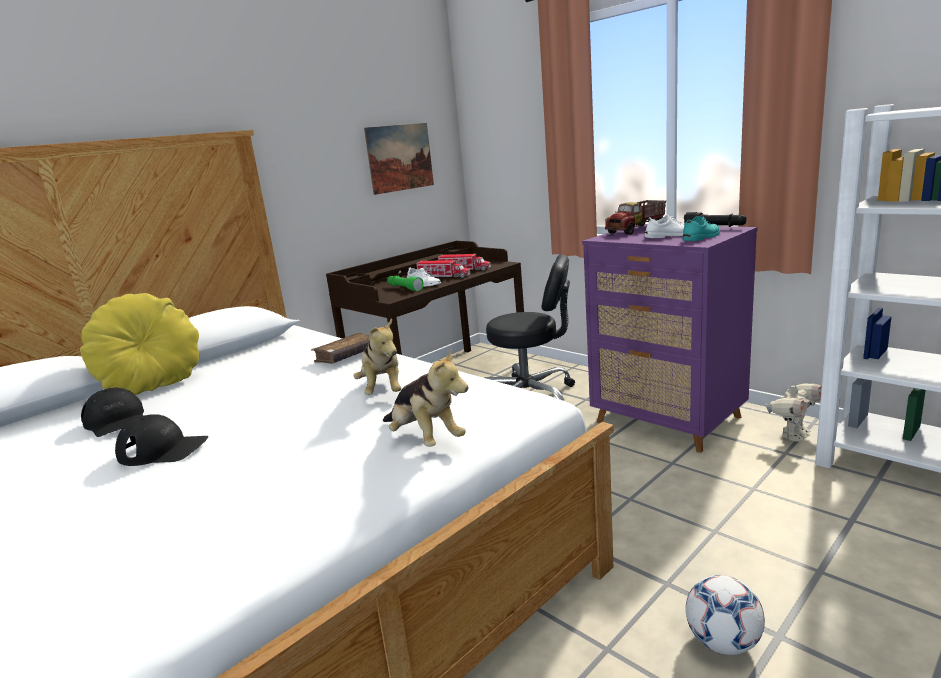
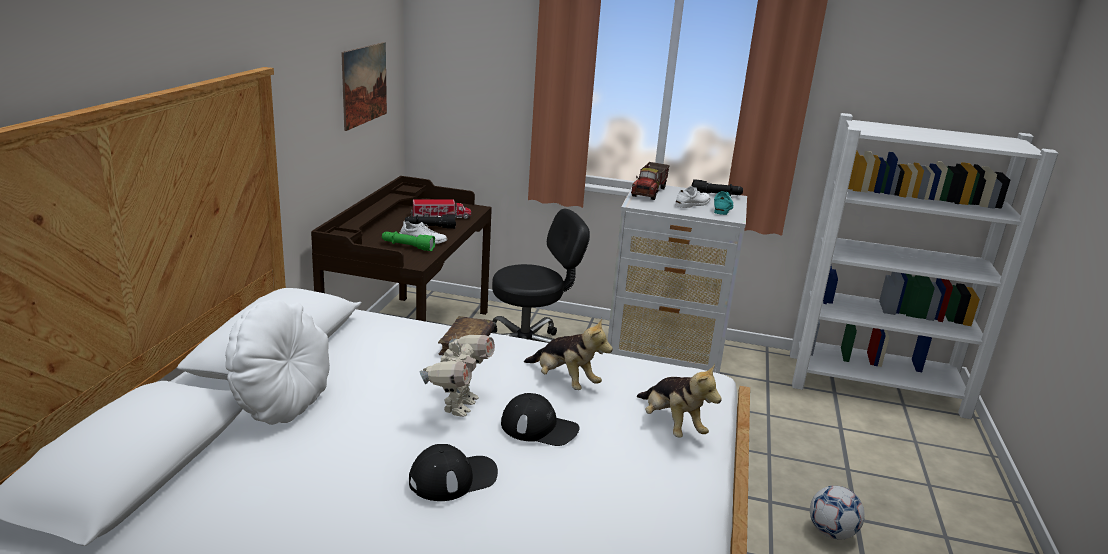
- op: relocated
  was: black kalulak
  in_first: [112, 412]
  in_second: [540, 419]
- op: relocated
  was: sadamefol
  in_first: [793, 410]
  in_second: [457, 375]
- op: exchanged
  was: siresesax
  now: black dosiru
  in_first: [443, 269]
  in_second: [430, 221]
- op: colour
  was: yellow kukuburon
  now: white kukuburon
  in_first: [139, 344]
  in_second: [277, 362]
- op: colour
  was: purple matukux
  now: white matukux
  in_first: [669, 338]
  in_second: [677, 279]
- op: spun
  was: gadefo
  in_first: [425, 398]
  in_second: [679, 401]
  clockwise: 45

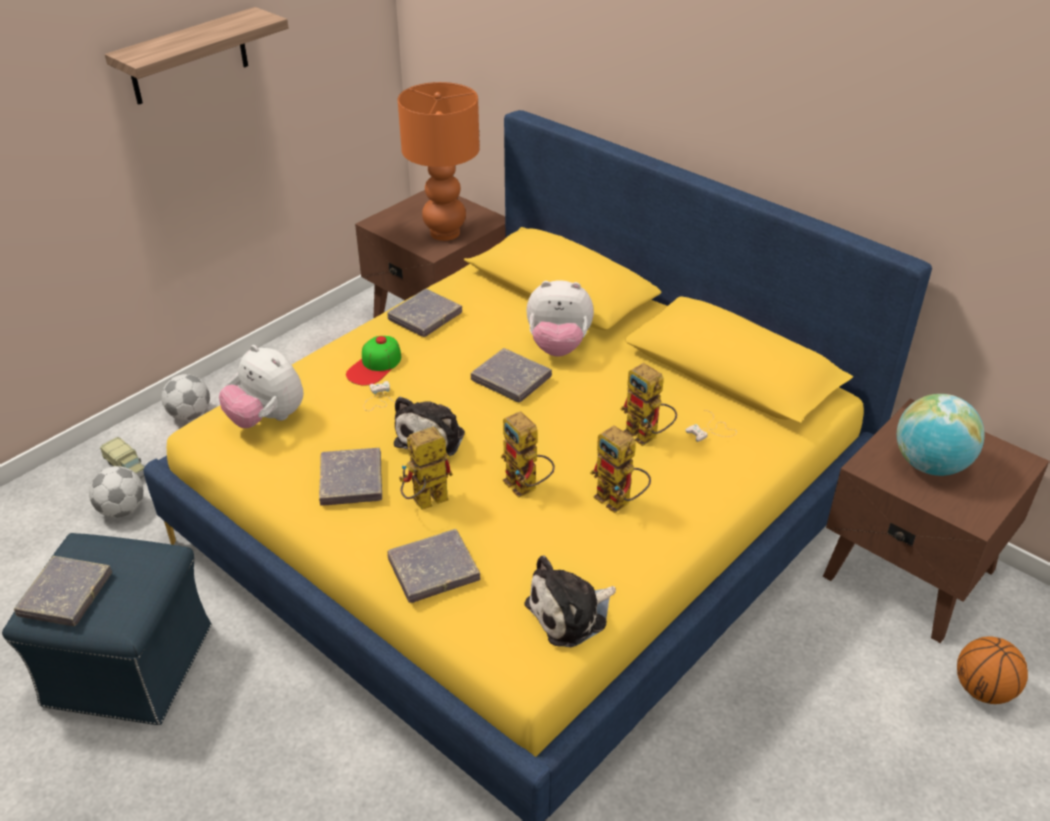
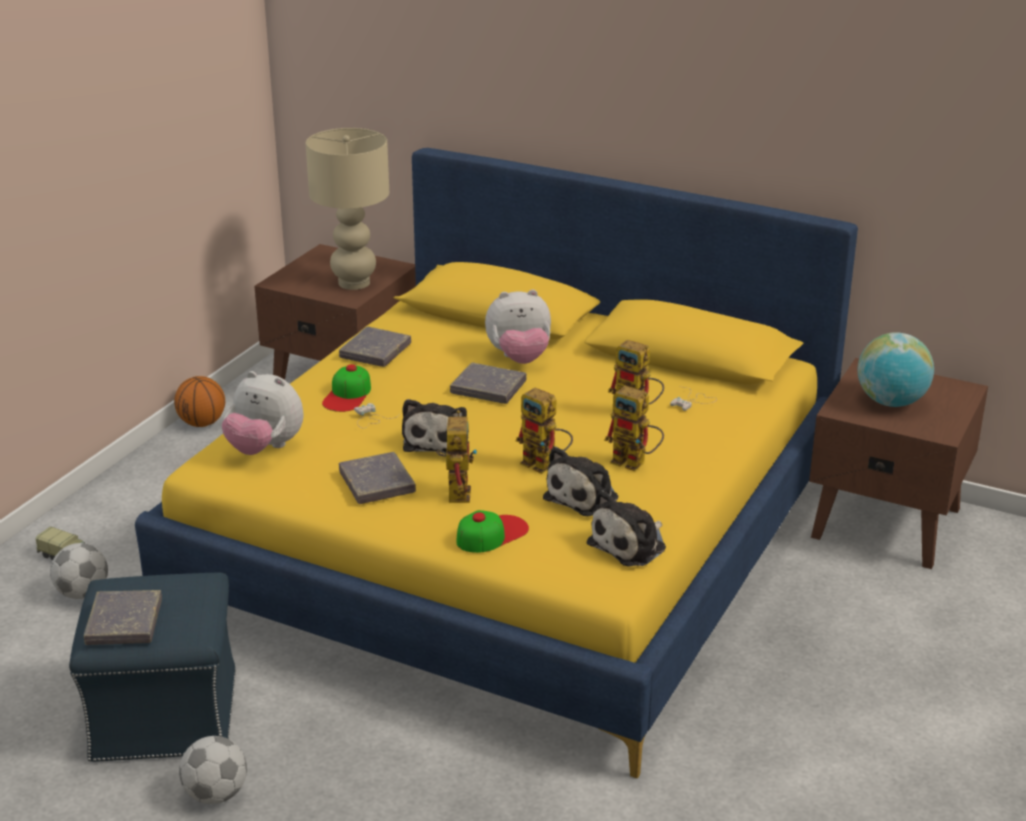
- op: missing
  was: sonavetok
  in_first: [196, 56]
- op: appeared
  now: gadefo
  in_second: [580, 481]
- op: relocated
  was: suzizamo
  in_first: [185, 397]
  in_second: [213, 770]
- op: relocated
  was: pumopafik
  in_first: [992, 670]
  in_second: [199, 401]
- op: exchanged
  was: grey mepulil
  now: kalulak
  in_first: [433, 566]
  in_second: [492, 531]
- op: colour
  was: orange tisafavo
  now: beige tisafavo
  in_first: [439, 161]
  in_second: [347, 209]
- op: spun
  was: sadamefol
  in_first: [426, 468]
  in_second: [456, 456]
  clockwise: 135

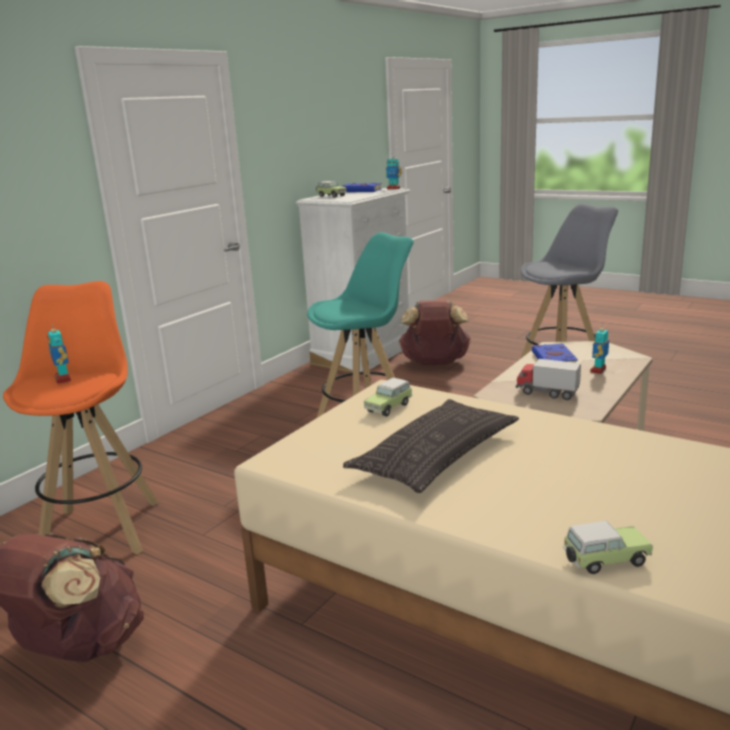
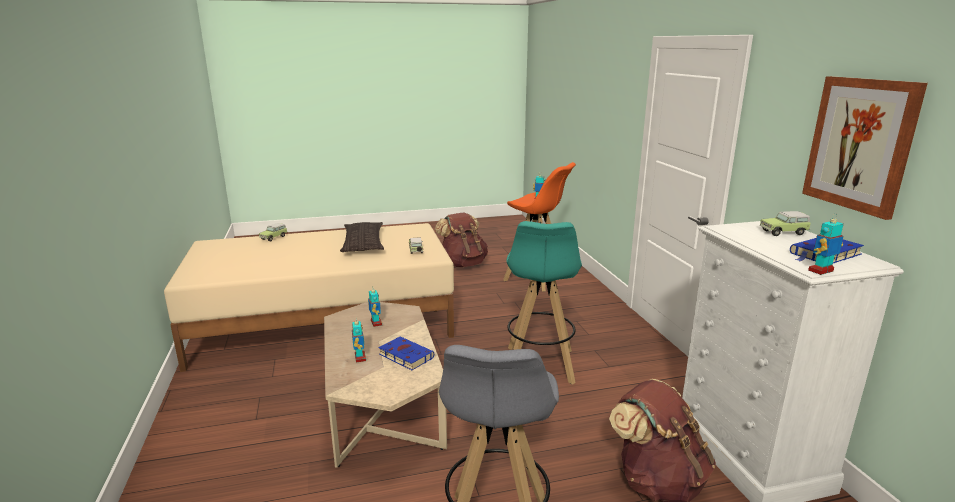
- op: appeared
  now: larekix
  in_second: [865, 148]
- op: exchanged
  was: siresesax
  now: sadamefol
  in_first: [548, 379]
  in_second: [375, 307]

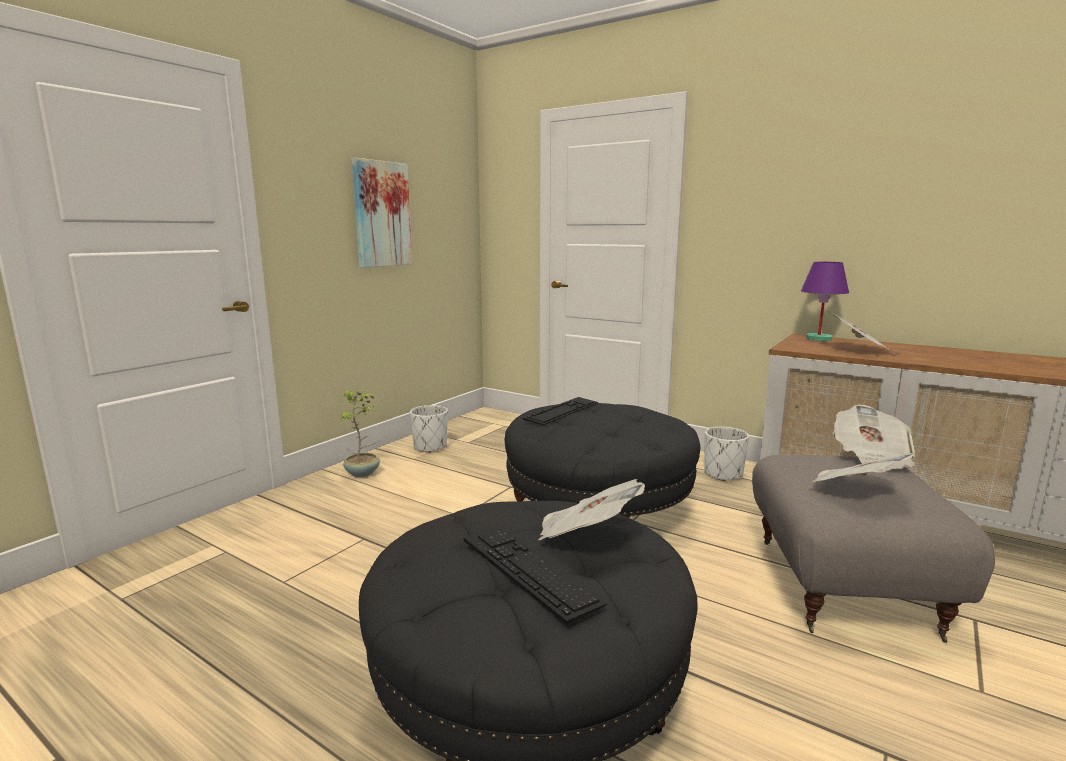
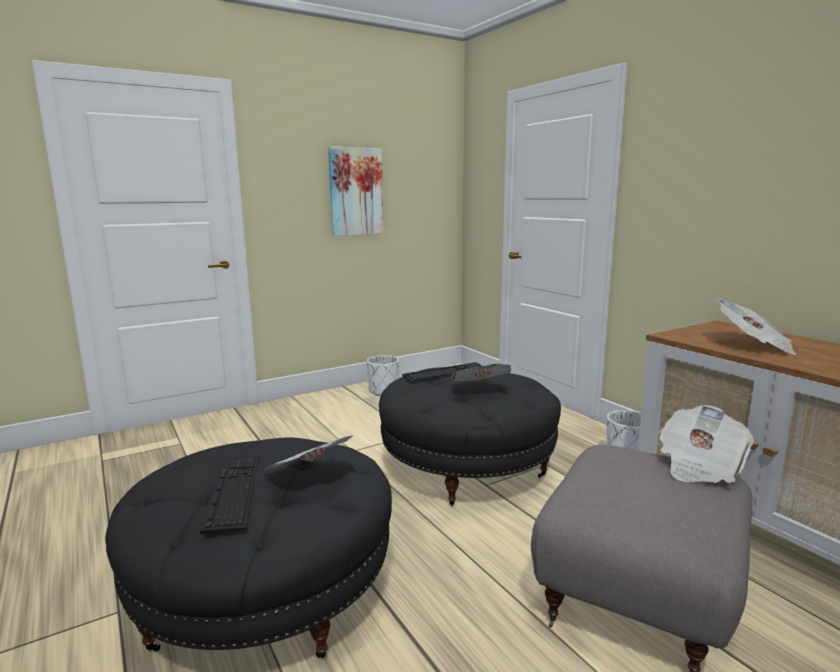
- op: missing
  was: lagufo
  in_first: [359, 433]
- op: missing
  was: purple tisafavo
  in_first: [825, 301]
- op: relocated
  was: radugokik
  in_first: [862, 468]
  in_second: [481, 372]

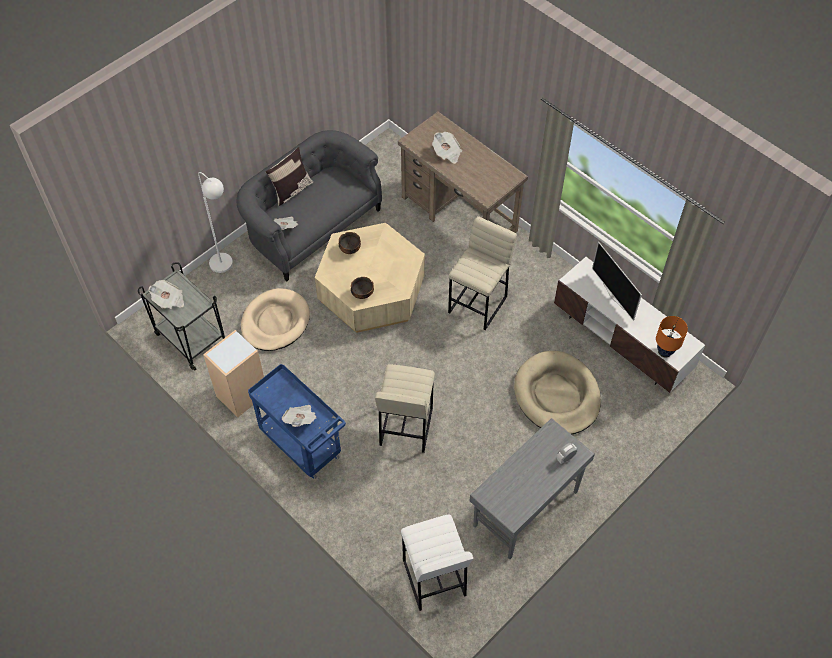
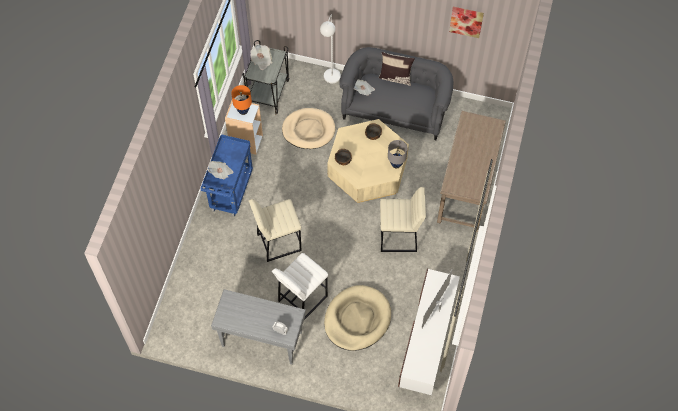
- op: missing
  was: radugokik
  in_first: [447, 148]
- op: appeared
  now: grey tisafavo
  in_second: [398, 154]
- op: appeared
  now: larekix
  in_second: [466, 22]
- op: relocated
  was: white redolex
  in_first: [437, 562]
  in_second: [300, 286]
- op: relocated
  was: orange tisafavo
  in_first: [672, 337]
  in_second: [241, 100]

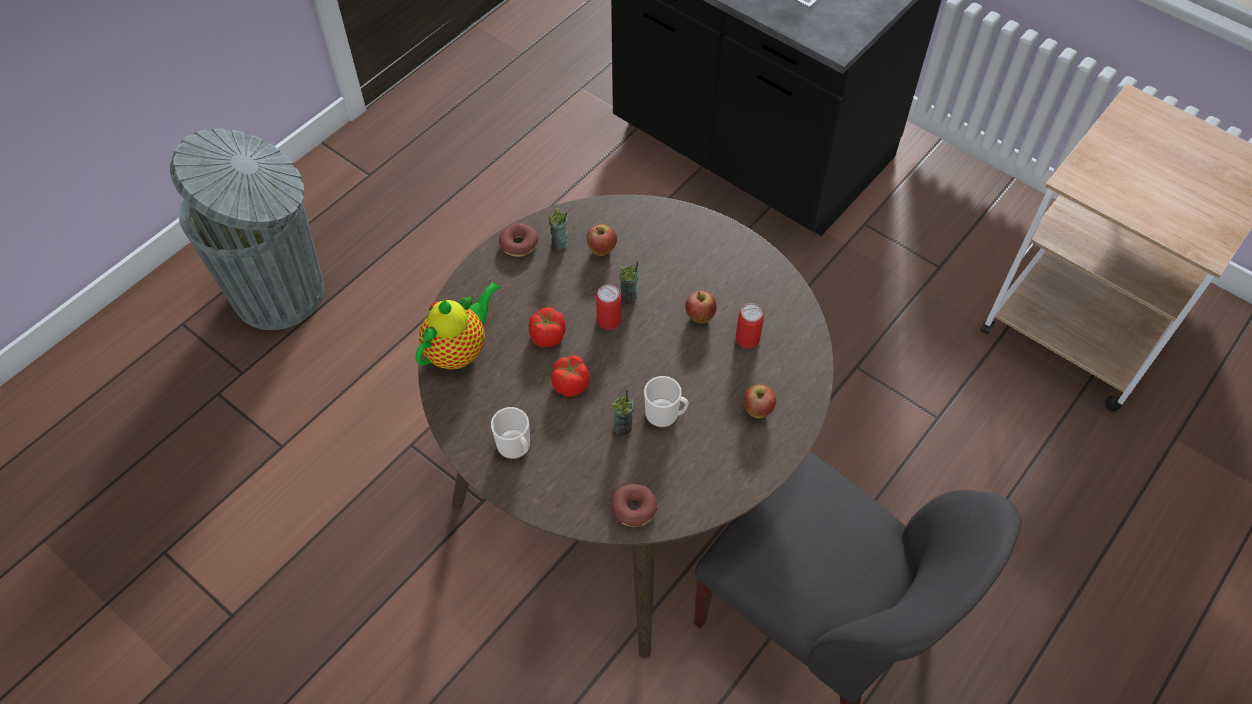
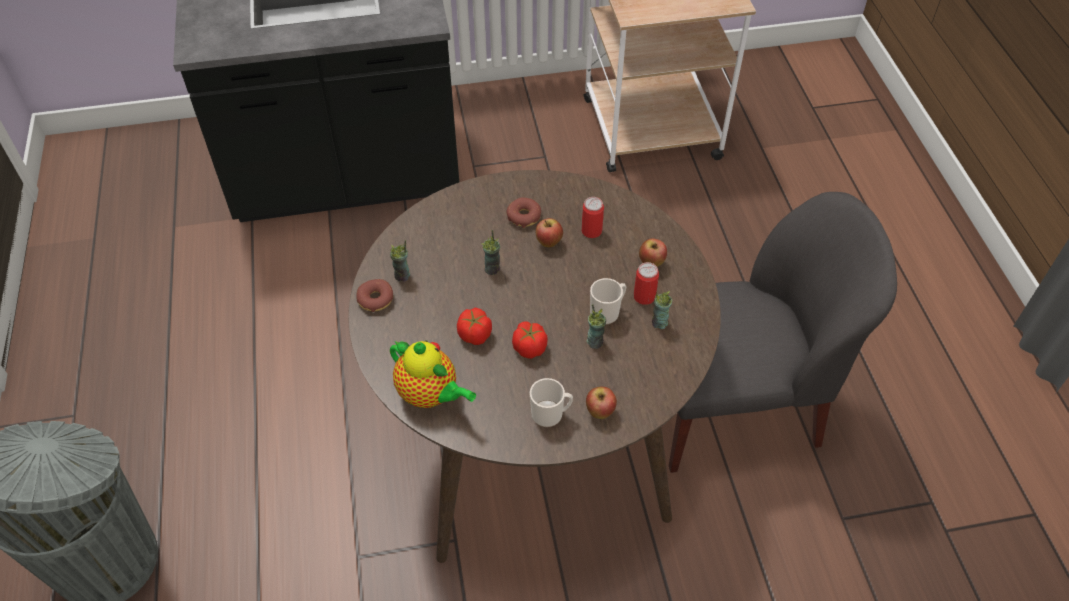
- op: appeared
  now: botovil
  in_second: [662, 310]
- op: relocated
  was: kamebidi
  in_first: [602, 240]
  in_second: [601, 403]
- op: relocated
  was: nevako
  in_first: [608, 307]
  in_second: [646, 283]
- op: relocated
  was: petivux
  in_first: [634, 505]
  in_second: [524, 212]
- op: spun
  was: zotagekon
  in_first: [458, 325]
  in_second: [433, 374]
  clockwise: 135

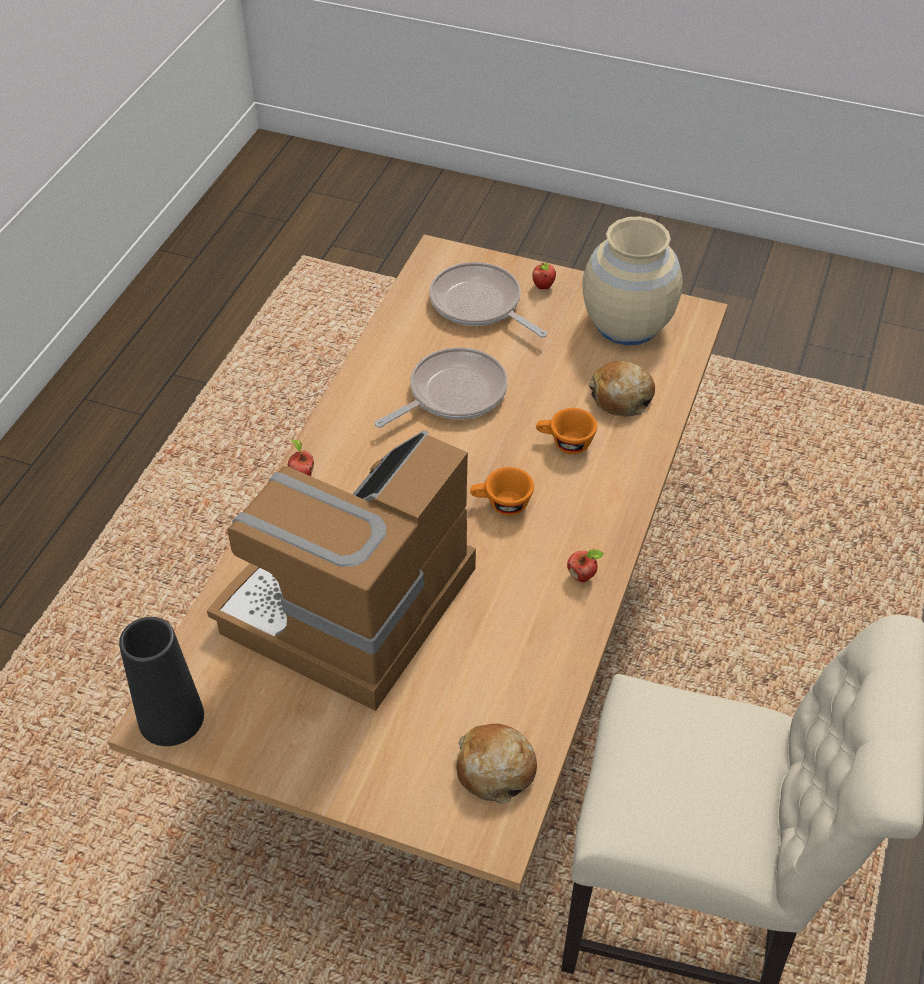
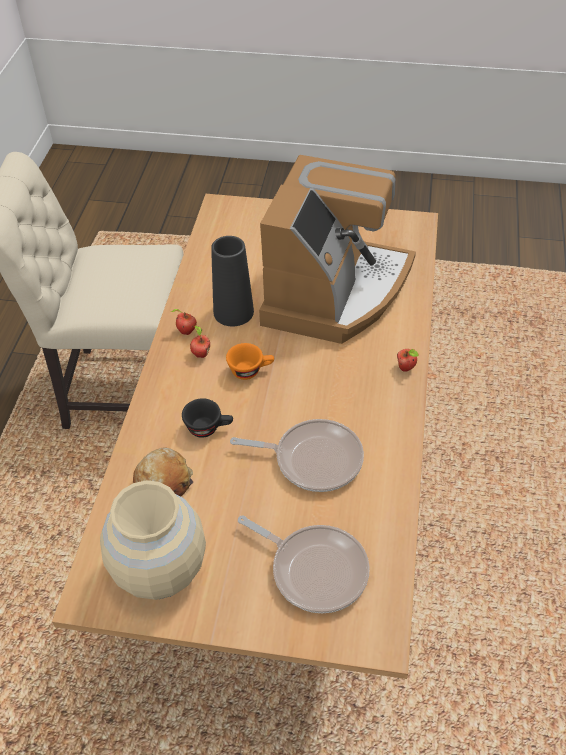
- op: missing
  was: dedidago
  in_first: [496, 764]
- op: relocated
  was: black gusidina
  in_first: [161, 681]
  in_second: [232, 281]
- op: relocated
  was: kamebidi
  in_first: [544, 275]
  in_second: [200, 342]
- op: colour
  was: orange botovil
  now: black botovil
  in_first: [566, 431]
  in_second: [207, 418]
- op: spun
  was: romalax
  in_first: [441, 387]
  in_second: [297, 455]
  clockwise: -120

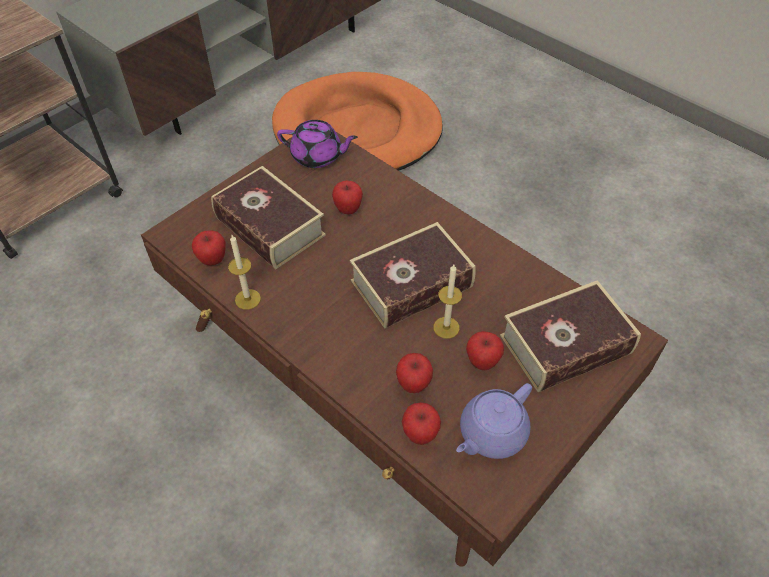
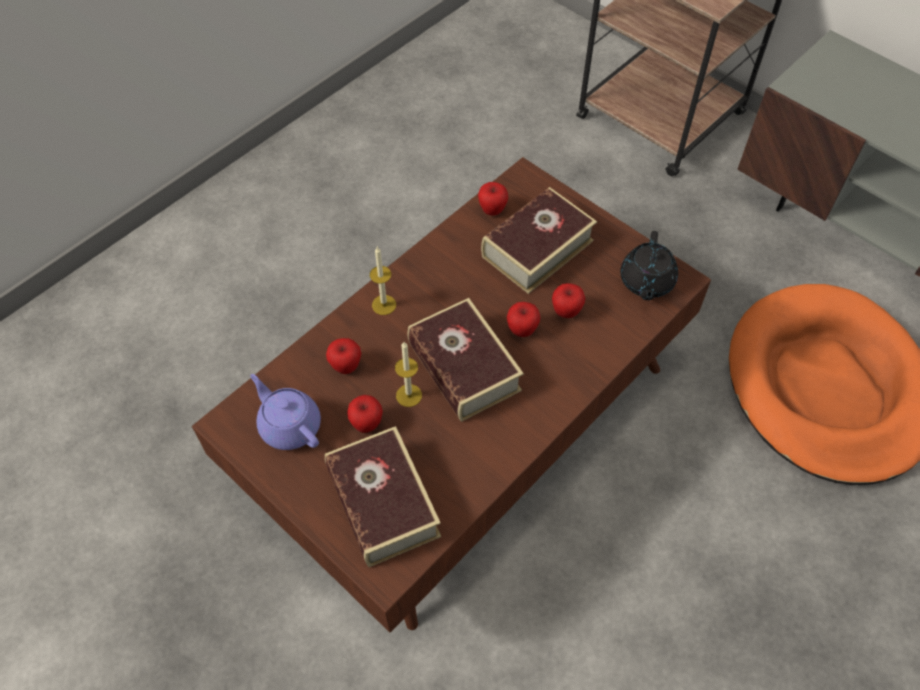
- op: relocated
  was: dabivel
  in_first: [244, 272]
  in_second: [383, 281]
- op: relocated
  was: kamebidi
  in_first: [421, 423]
  in_second: [524, 319]
- op: colour
  was: purple zotagekon
  now: black zotagekon
  in_first: [317, 144]
  in_second: [649, 265]

